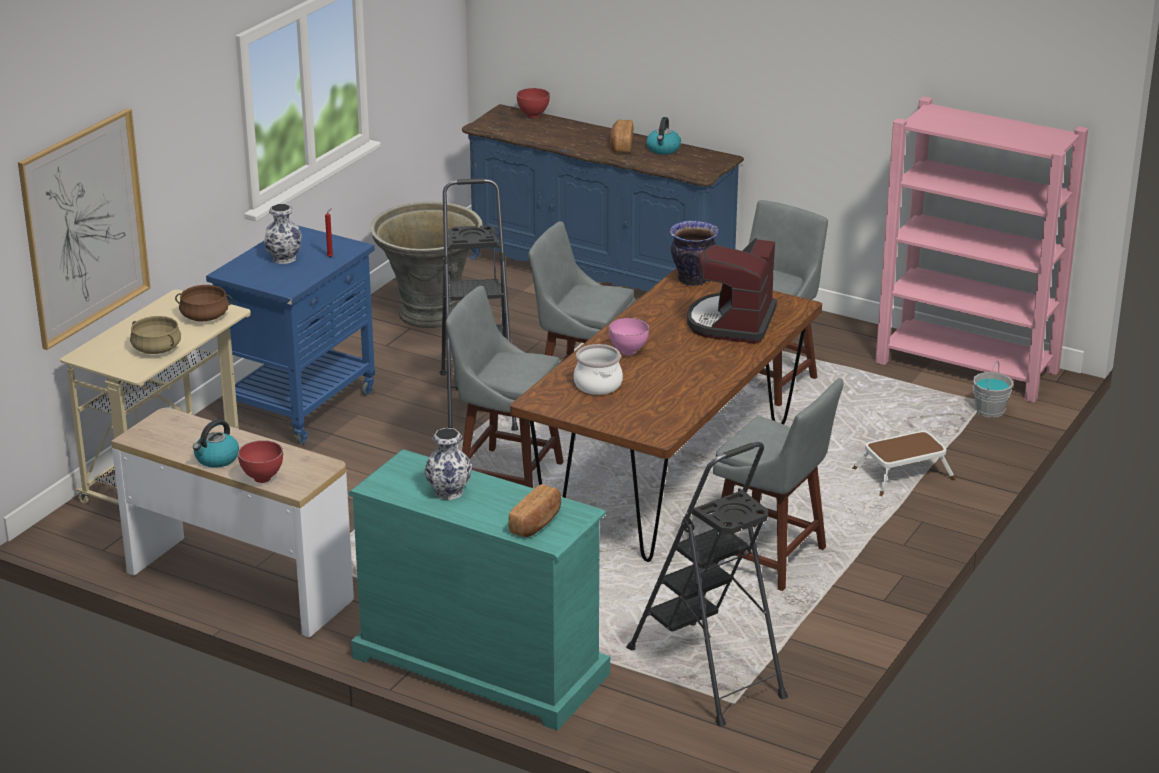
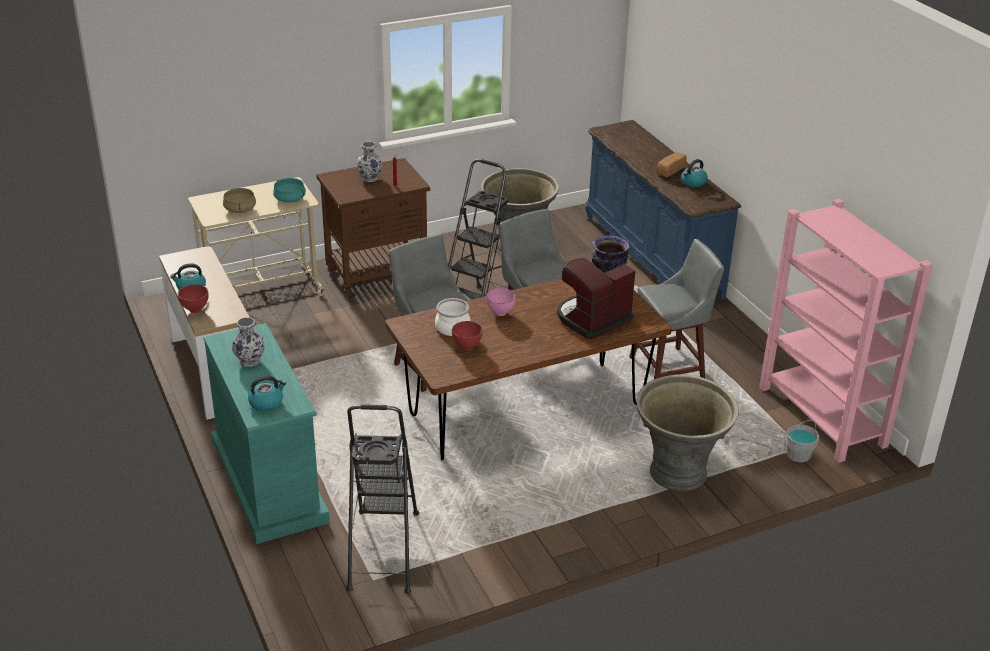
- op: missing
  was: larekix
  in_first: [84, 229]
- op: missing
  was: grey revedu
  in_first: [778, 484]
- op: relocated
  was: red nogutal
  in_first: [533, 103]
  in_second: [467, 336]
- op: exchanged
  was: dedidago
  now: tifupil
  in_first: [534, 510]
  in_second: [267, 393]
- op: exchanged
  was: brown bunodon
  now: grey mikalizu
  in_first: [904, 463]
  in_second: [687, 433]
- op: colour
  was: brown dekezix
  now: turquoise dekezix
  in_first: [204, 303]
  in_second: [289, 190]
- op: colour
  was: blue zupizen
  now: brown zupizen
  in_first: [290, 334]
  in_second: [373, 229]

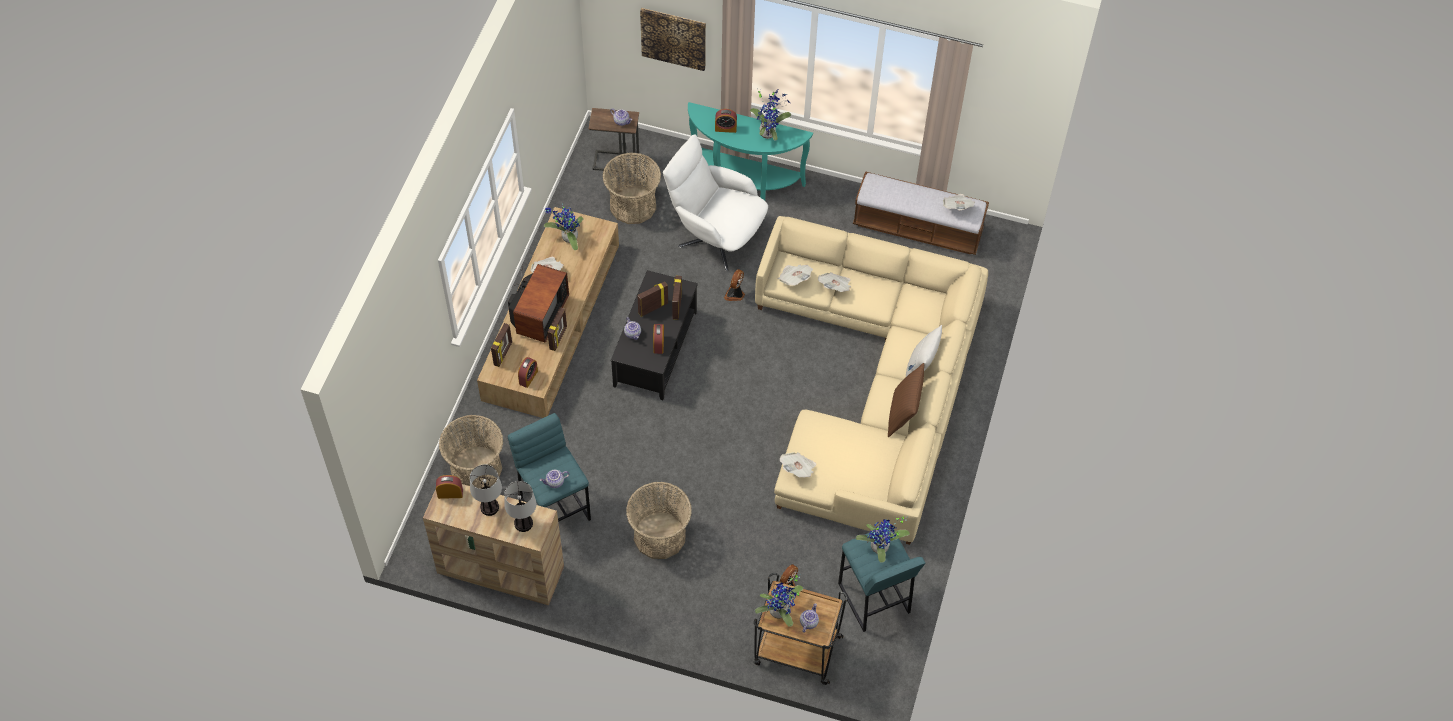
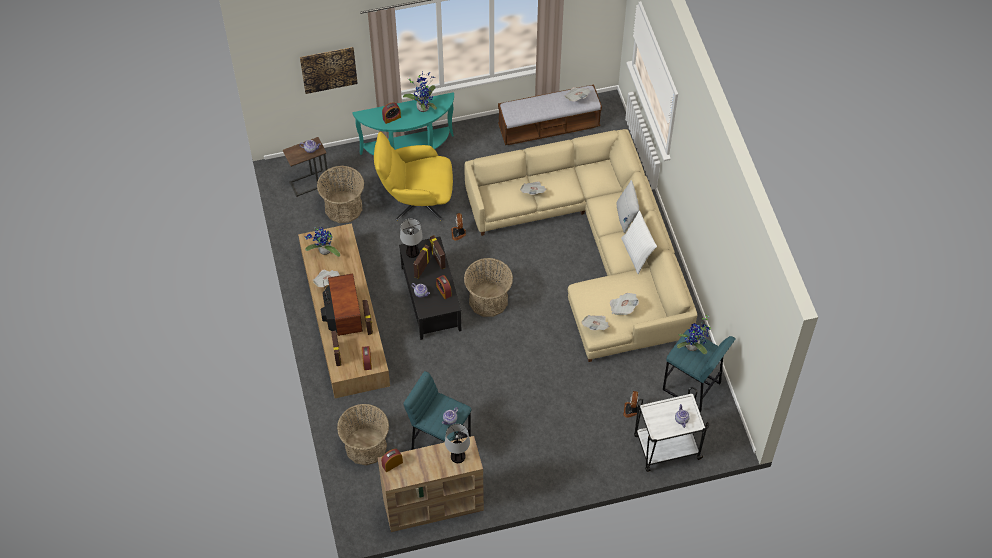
- op: missing
  was: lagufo
  in_first: [779, 600]
- op: relocated
  was: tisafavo
  in_first: [486, 490]
  in_second: [411, 238]
- op: relocated
  was: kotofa
  in_first: [659, 520]
  in_second: [488, 287]
- op: relocated
  was: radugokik
  in_first: [795, 275]
  in_second: [624, 304]
- op: colour
  was: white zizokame
  now: yellow zizokame
  in_first: [715, 203]
  in_second: [413, 176]
- op: colour
  was: brown zupizen
  now: white zupizen
  in_first: [801, 629]
  in_second: [671, 429]
- op: colour
  was: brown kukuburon
  now: white kukuburon
  in_first: [906, 400]
  in_second: [639, 242]

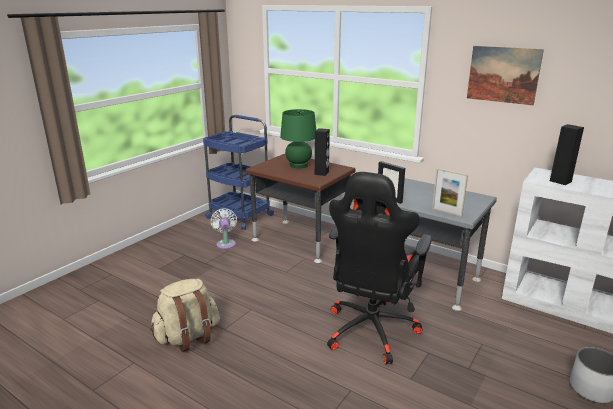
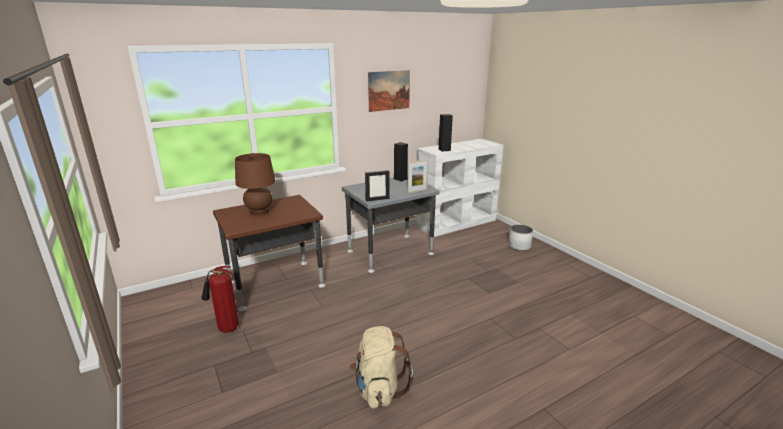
- op: missing
  was: blue zupizen
  in_first: [238, 172]
- op: missing
  was: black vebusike
  in_first: [379, 268]
- op: relocated
  was: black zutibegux
  in_first: [322, 152]
  in_second: [401, 161]
- op: exchanged
  was: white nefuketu
  now: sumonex
  in_first: [224, 229]
  in_second: [220, 299]
- op: colour
  was: green tisafavo
  now: brown tisafavo
  in_first: [298, 138]
  in_second: [255, 184]

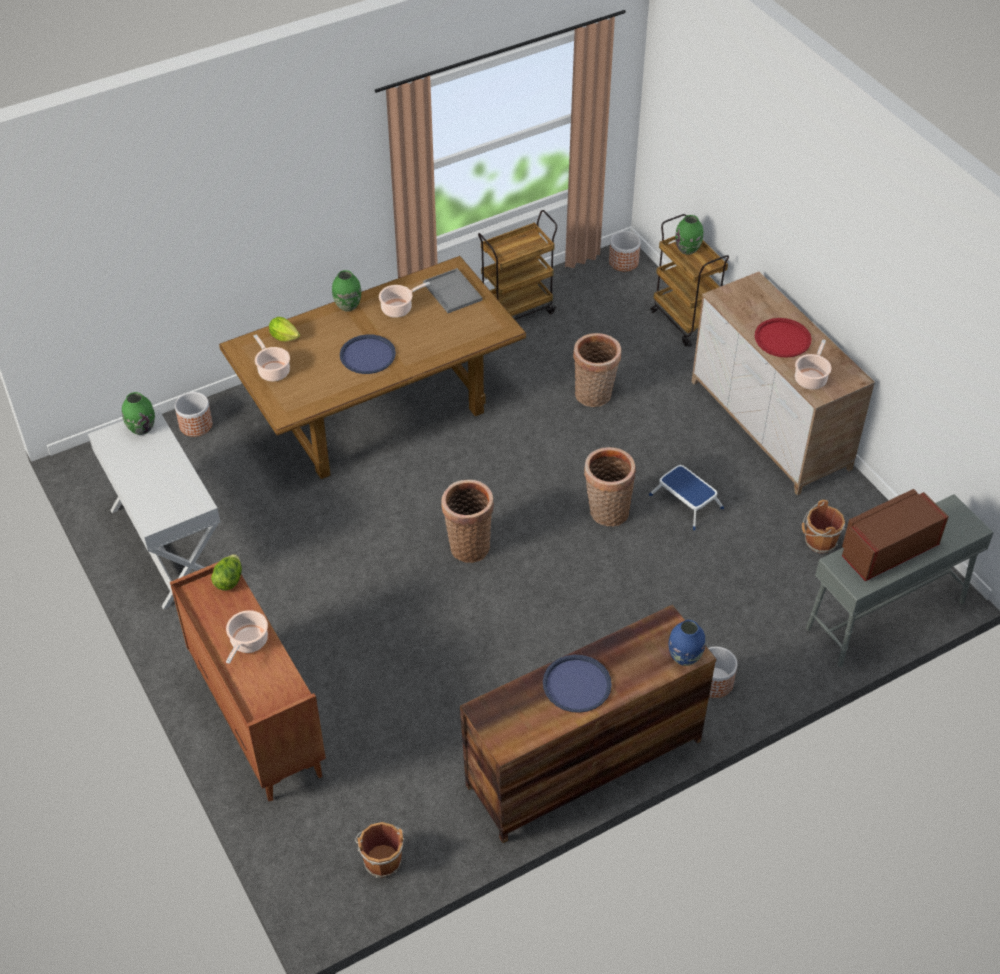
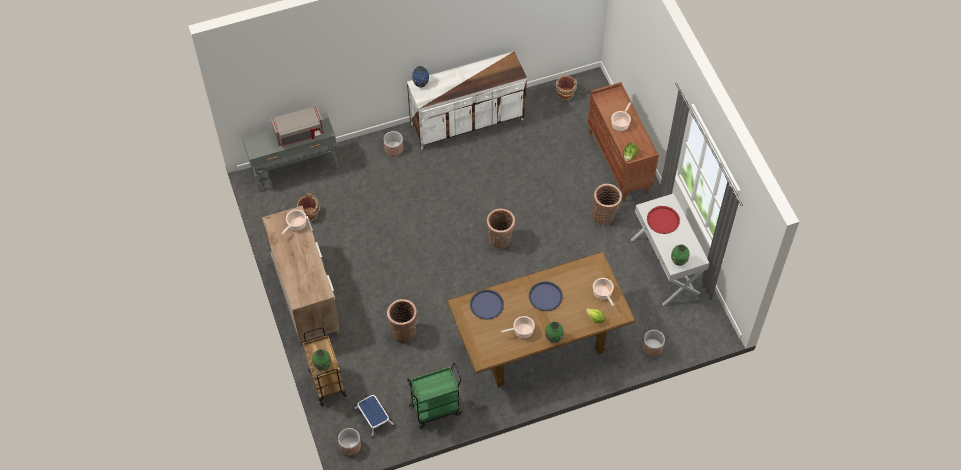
- op: missing
  was: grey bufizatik
  in_first: [452, 290]
- op: relocated
  was: blue bufizatik
  in_first: [577, 684]
  in_second: [487, 304]
- op: relocated
  was: kotofa
  in_first: [610, 487]
  in_second: [607, 205]
- op: relocated
  was: blue bunodon
  in_first: [686, 497]
  in_second: [374, 417]
- op: relocated
  was: red bufizatik
  in_first: [783, 337]
  in_second: [663, 220]
- op: colour
  was: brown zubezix
  now: white zubezix
  in_first: [588, 724]
  in_second: [467, 100]
- op: colour
  was: brown zupizen
  now: green zupizen
  in_first: [517, 265]
  in_second: [435, 395]
- op: colour
  was: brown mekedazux
  now: grey mekedazux
  in_first: [895, 535]
  in_second: [297, 127]

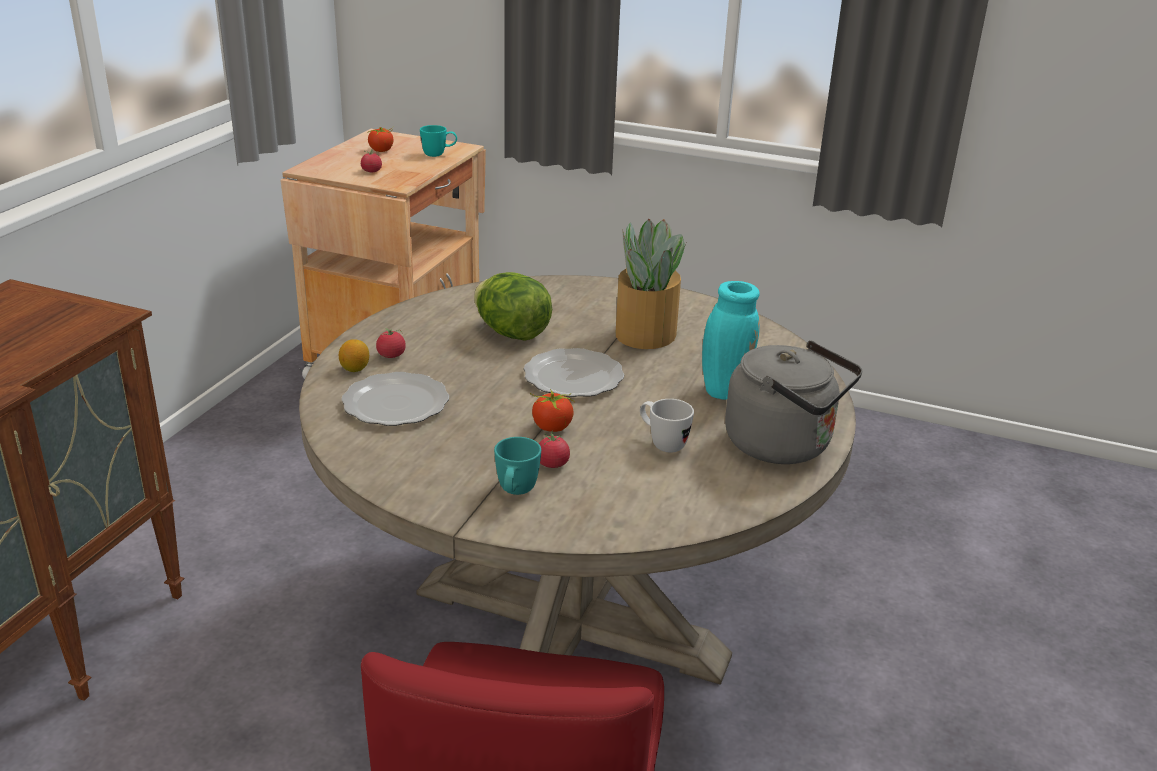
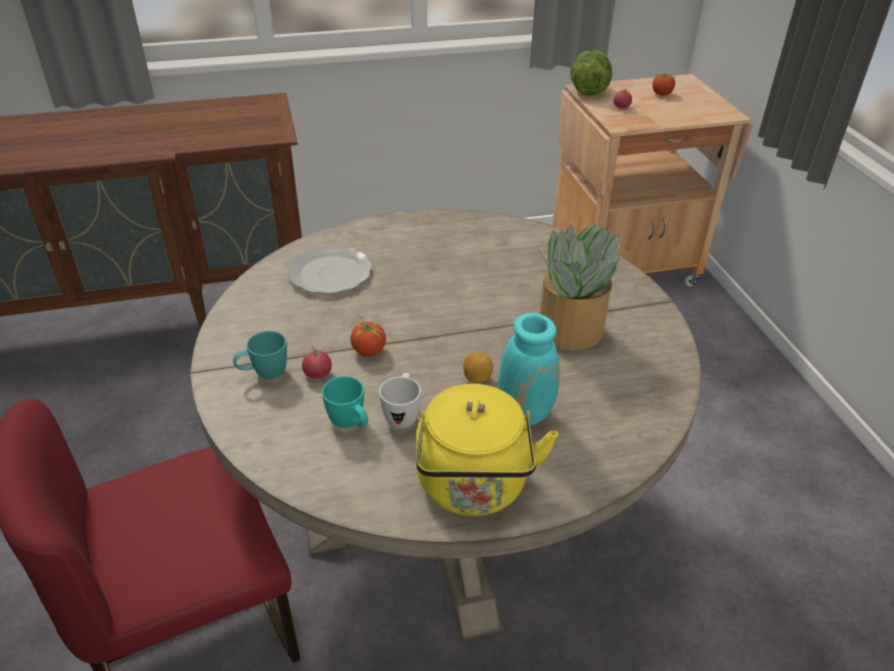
- op: missing
  was: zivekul
  in_first: [391, 343]
- op: missing
  was: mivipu
  in_first: [574, 372]
- op: relocated
  was: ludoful
  in_first: [354, 355]
  in_second: [478, 367]
- op: relocated
  was: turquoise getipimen
  in_first: [438, 141]
  in_second: [345, 402]
- op: relocated
  was: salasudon
  in_first: [513, 306]
  in_second: [591, 73]
- op: colour
  was: grey tifupil
  now: yellow tifupil
  in_first: [793, 402]
  in_second: [487, 450]

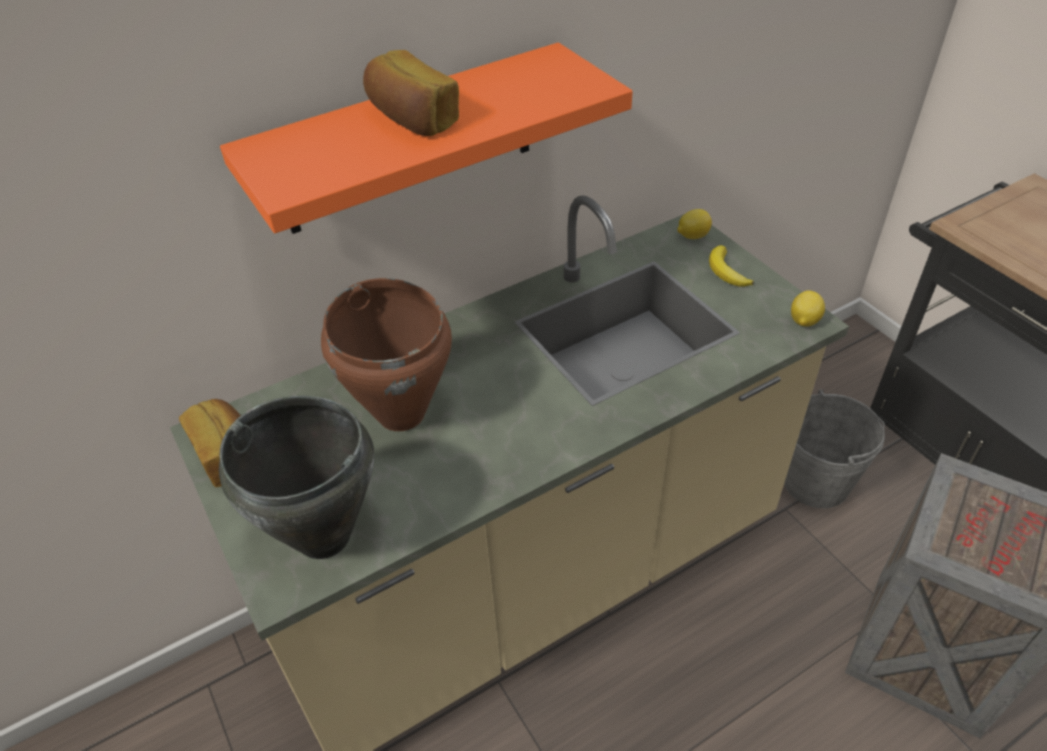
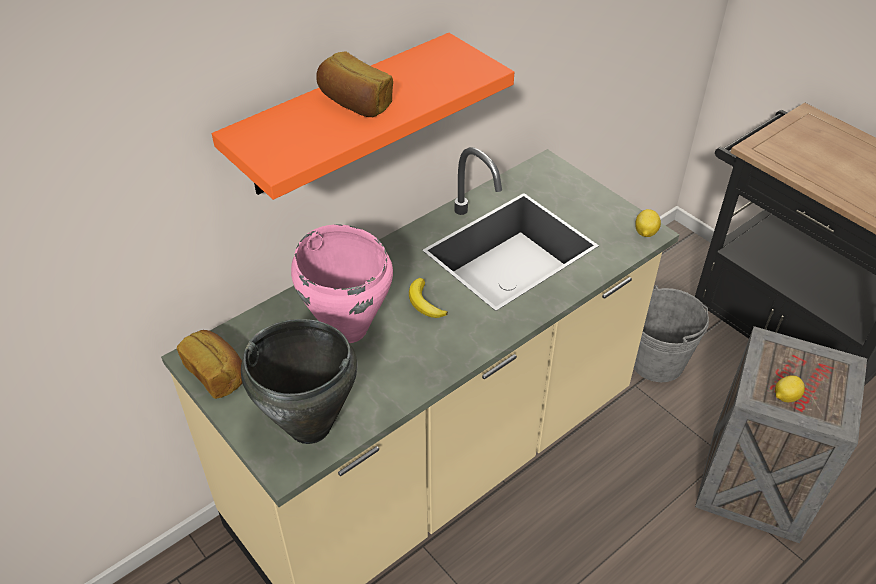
- op: relocated
  was: ludoful
  in_first: [694, 224]
  in_second: [790, 389]
- op: relocated
  was: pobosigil
  in_first: [731, 266]
  in_second: [428, 298]
- op: colour
  was: brown dekezix
  now: pink dekezix
  in_first: [386, 354]
  in_second: [342, 284]

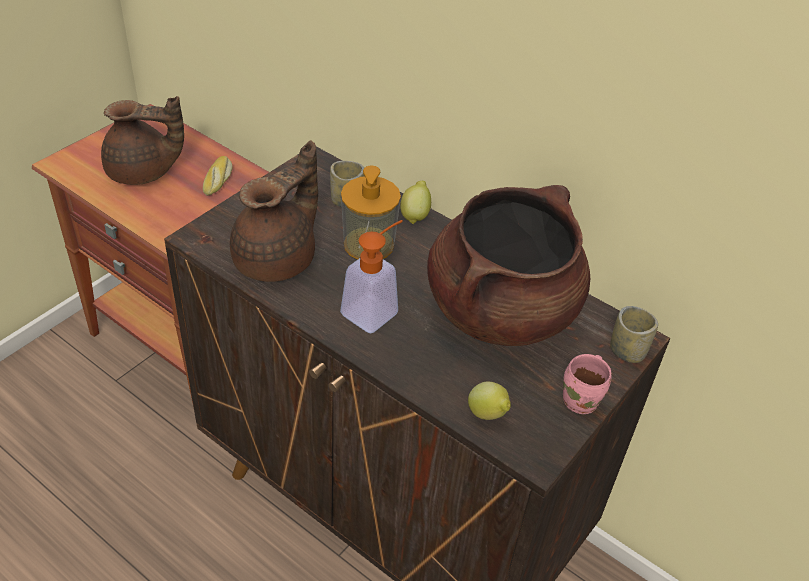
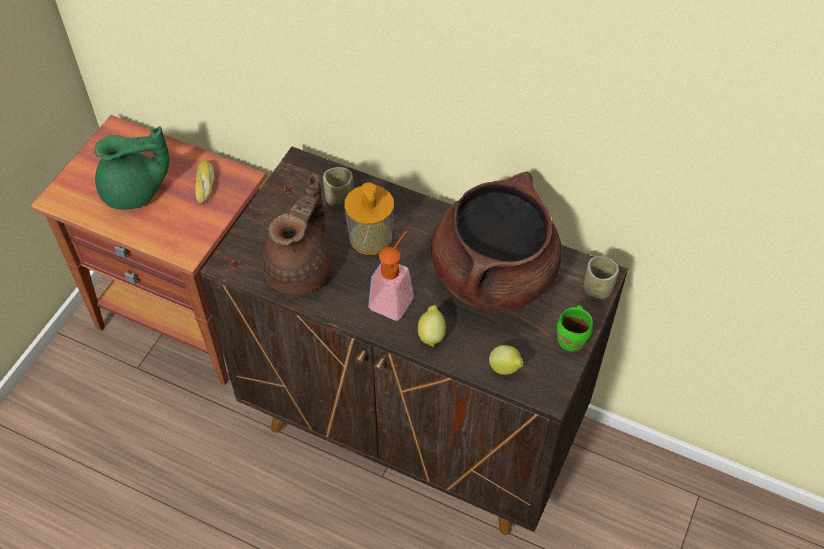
- op: relocated
  was: ludoful
  in_first: [415, 202]
  in_second: [432, 326]
- op: colour
  was: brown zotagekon
  now: green zotagekon
  in_first: [142, 140]
  in_second: [131, 168]
- op: colour
  was: pink getipimen
  now: green getipimen
  in_first: [587, 384]
  in_second: [575, 328]

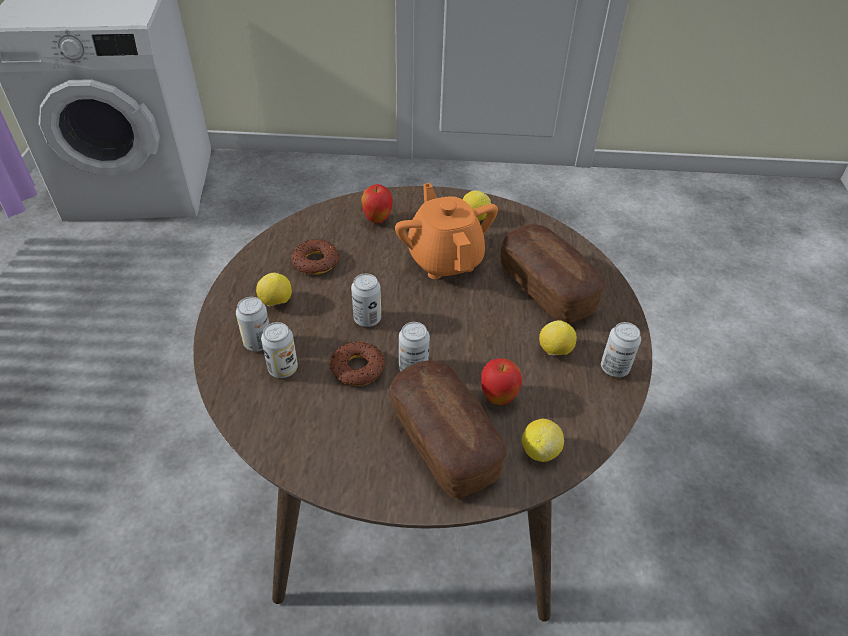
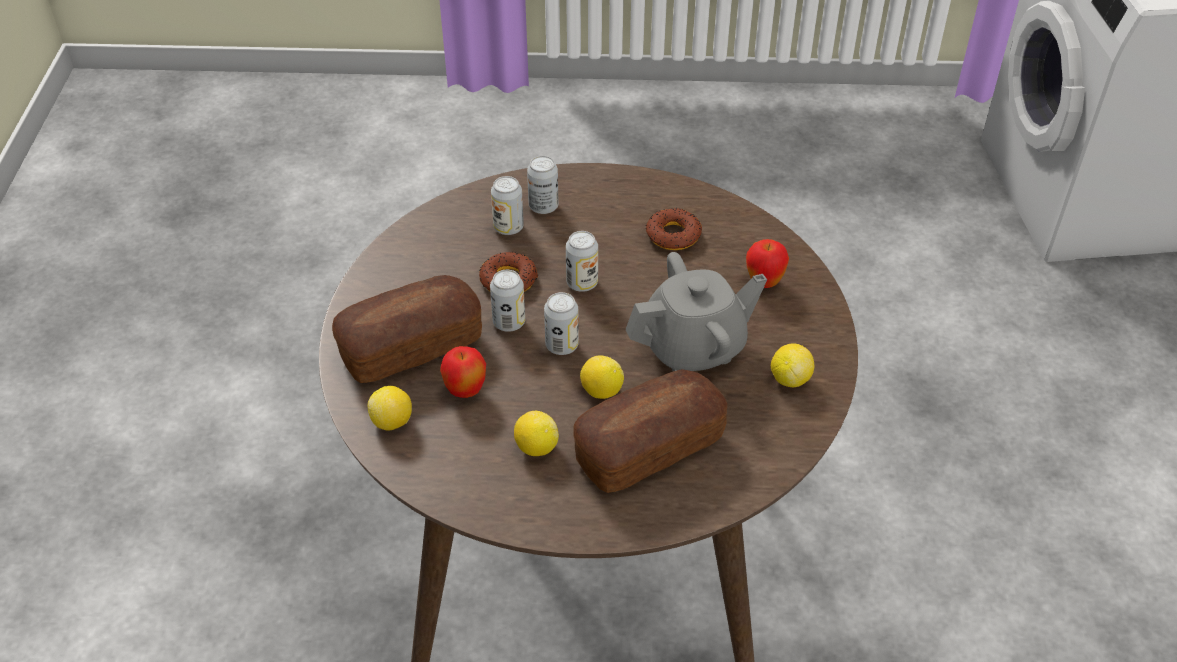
- op: relocated
  was: ludoful
  in_first: [274, 289]
  in_second: [602, 377]
- op: relocated
  was: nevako
  in_first: [621, 349]
  in_second: [561, 323]
- op: colour
  was: orange zotagekon
  now: grey zotagekon
  in_first: [446, 231]
  in_second: [696, 311]

